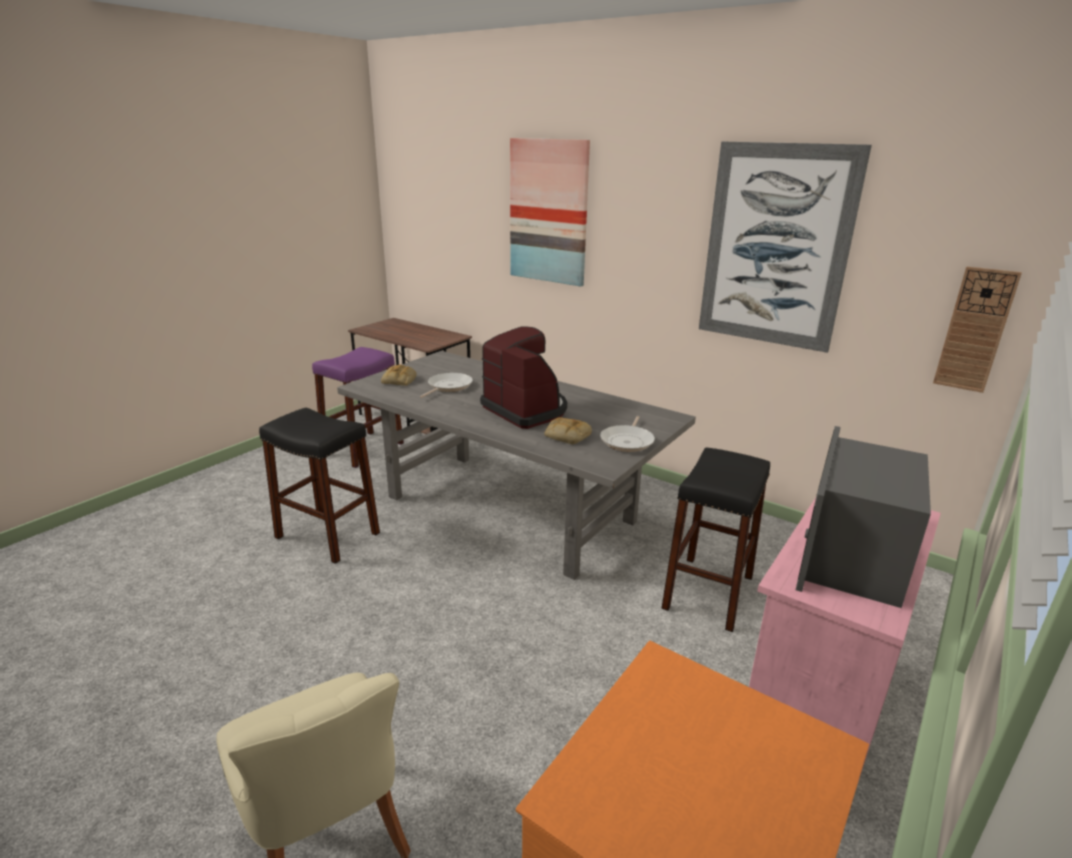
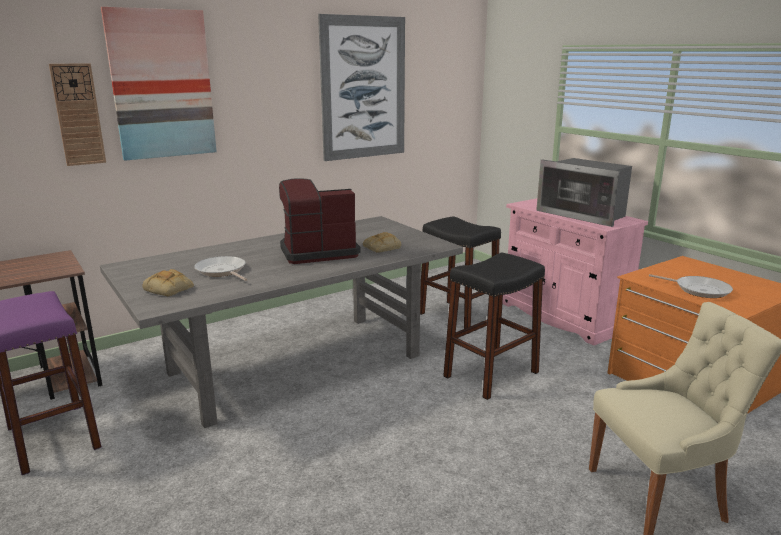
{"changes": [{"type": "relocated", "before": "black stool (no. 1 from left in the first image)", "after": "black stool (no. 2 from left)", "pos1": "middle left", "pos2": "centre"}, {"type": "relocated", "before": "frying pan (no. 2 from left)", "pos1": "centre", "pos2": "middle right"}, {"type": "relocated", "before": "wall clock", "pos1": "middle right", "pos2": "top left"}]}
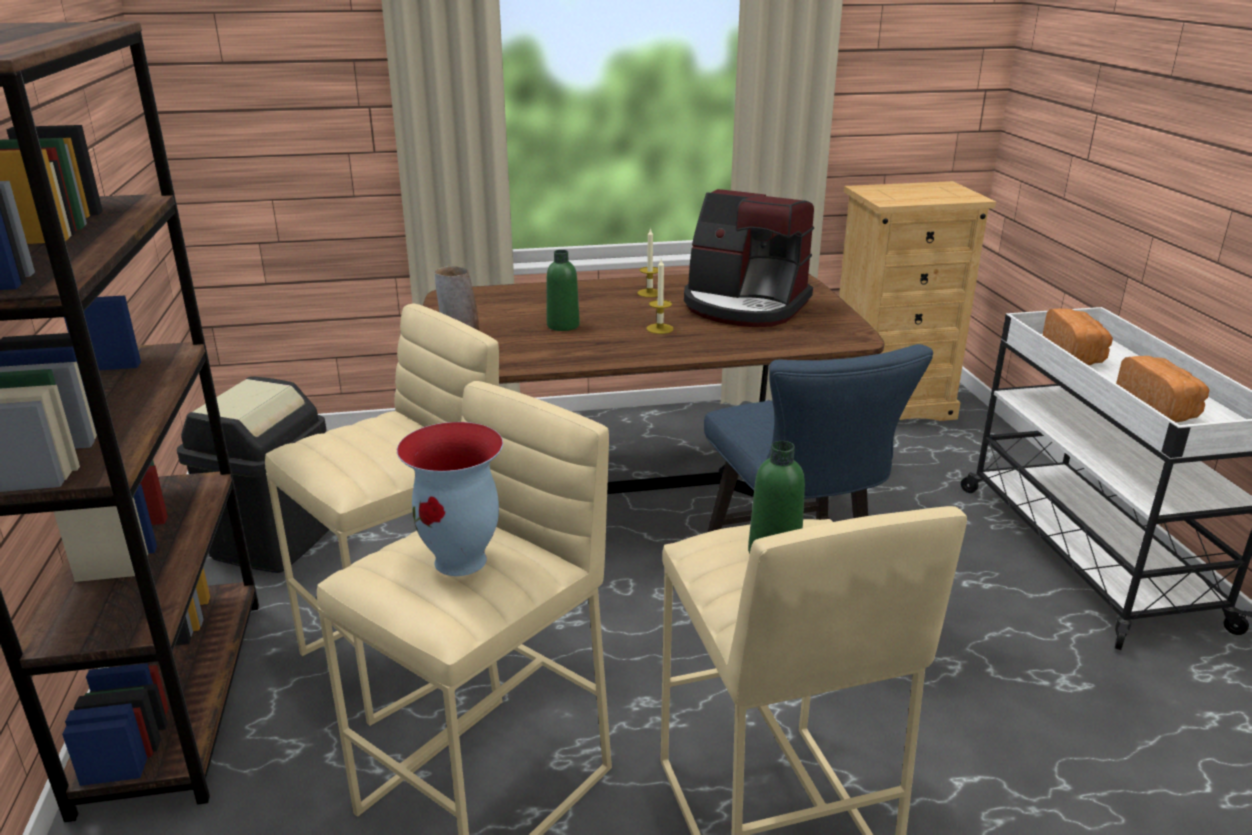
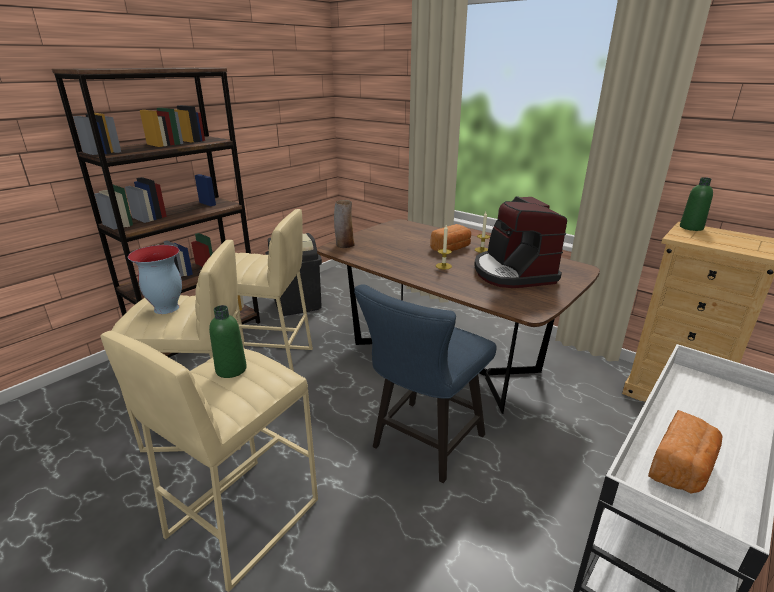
{"changes": [{"type": "relocated", "before": "green bottle (no. 1 from left in the first image)", "after": "green bottle (no. 2 from left)", "pos1": "centre", "pos2": "middle right"}, {"type": "relocated", "before": "bread (no. 1 from left)", "pos1": "middle right", "pos2": "centre"}]}
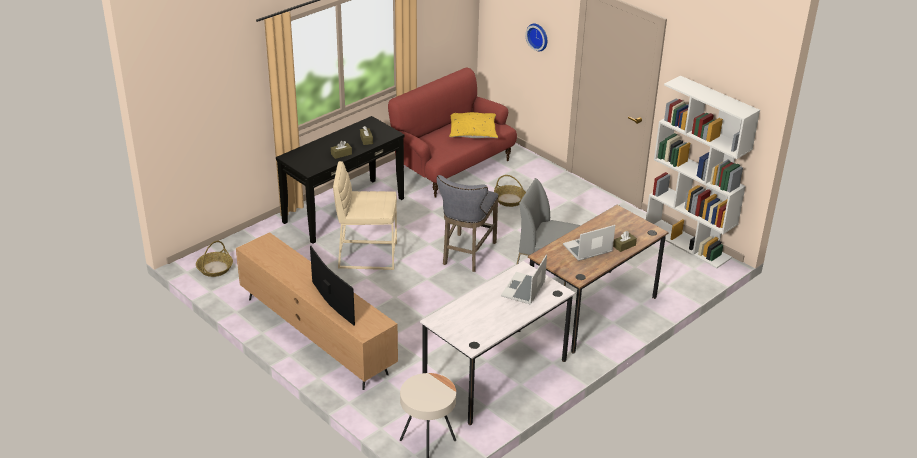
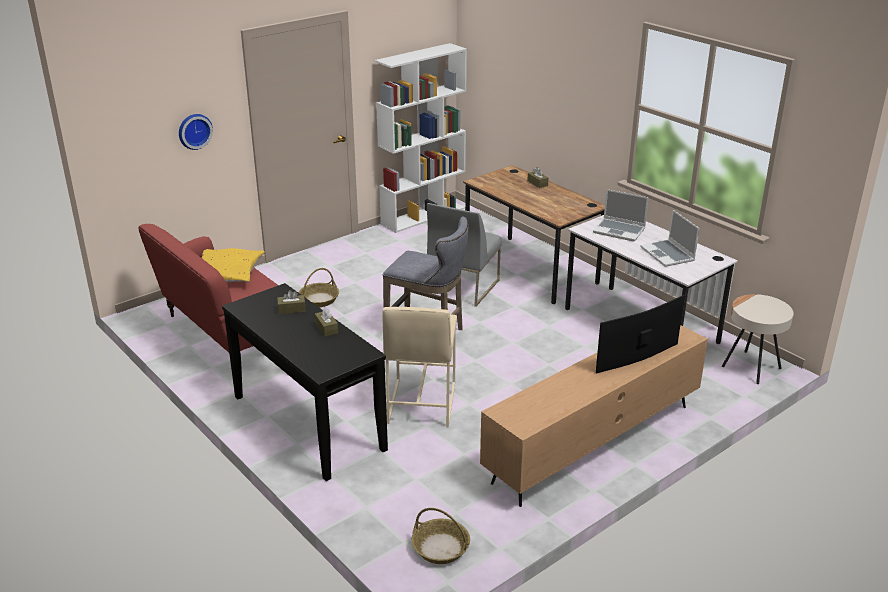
{"changes": [{"type": "relocated", "before": "laptop (no. 2 from left)", "pos1": "centre", "pos2": "middle right"}]}
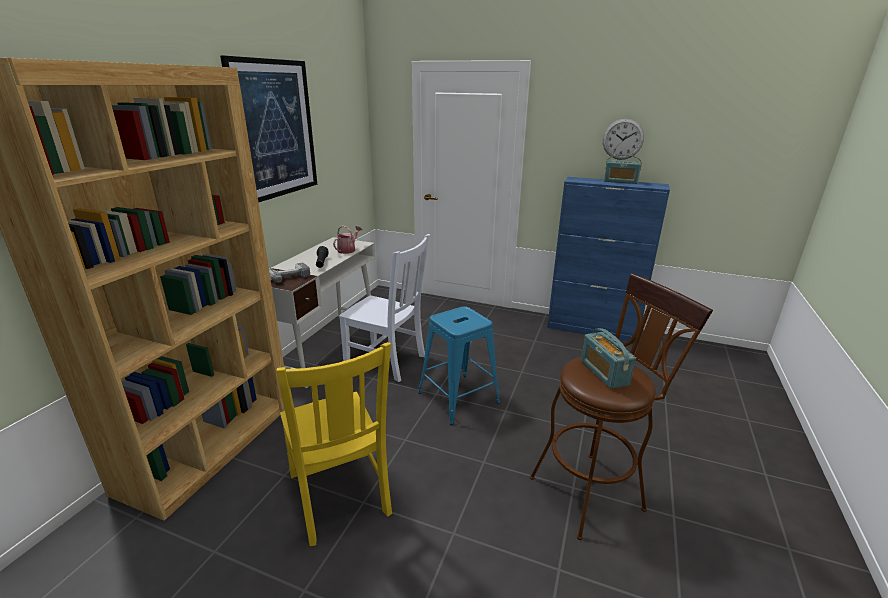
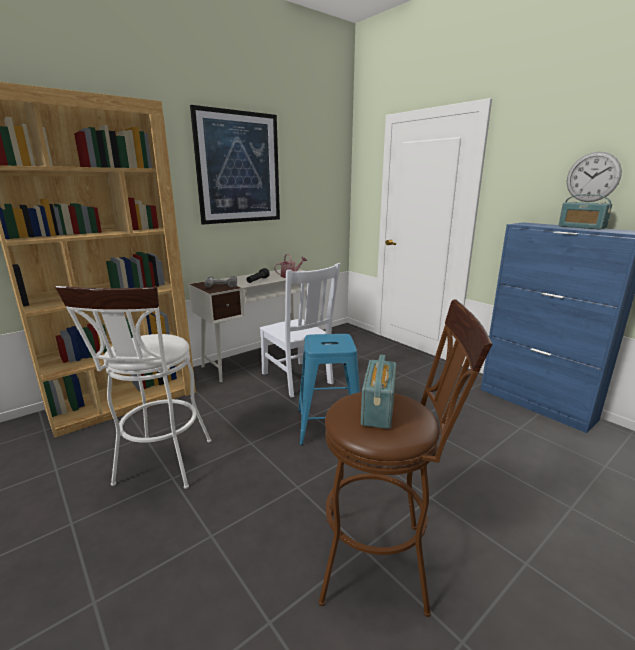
{"changes": [{"type": "exchanged", "before": "yellow chair", "after": "white stool", "pos1": "bottom centre", "pos2": "middle left"}]}
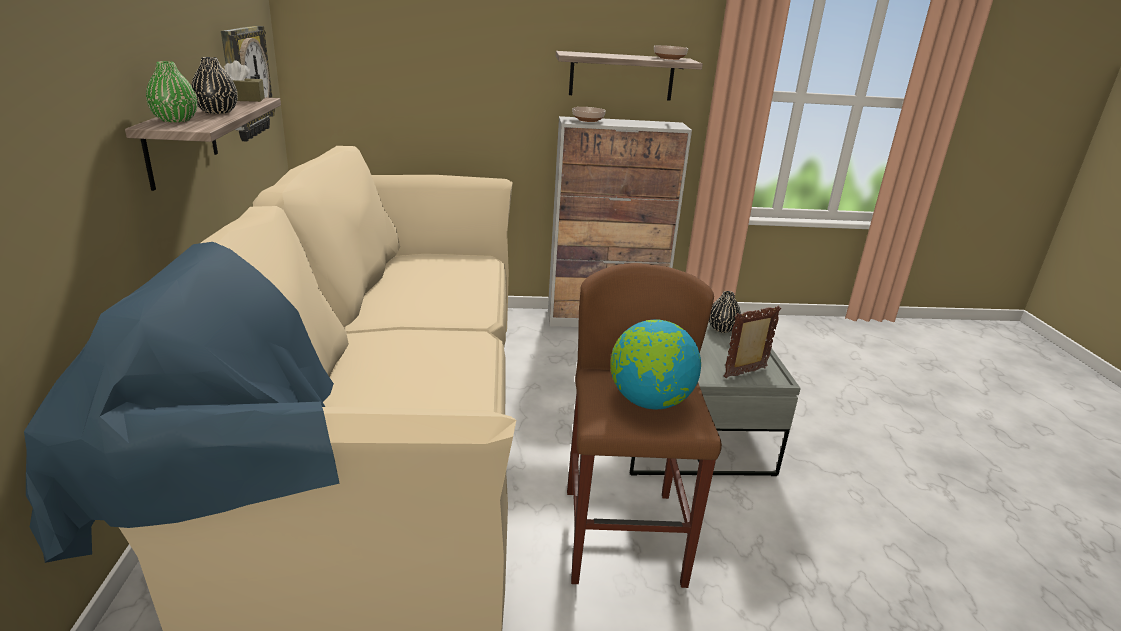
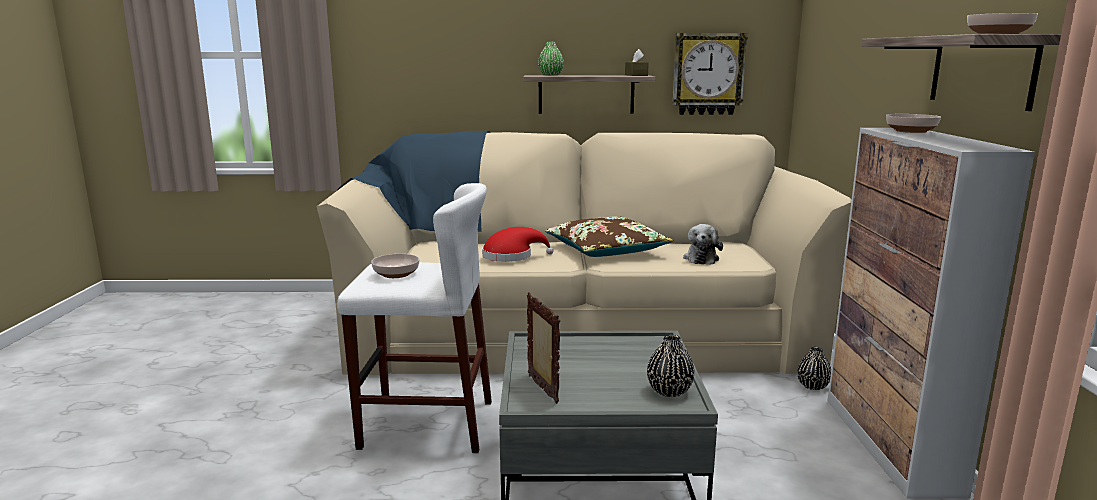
{"changes": [{"type": "relocated", "before": "black vase (no. 1 from left in the first image)", "after": "black vase (no. 2 from left)", "pos1": "top left", "pos2": "bottom right"}, {"type": "colour", "before": "brown stool", "after": "white stool", "pos1": "bottom centre", "pos2": "centre"}, {"type": "exchanged", "before": "globe", "after": "bowl (no. 1 from left)", "pos1": "centre", "pos2": "centre"}, {"type": "appeared", "after": "red hat", "pos2": "centre"}, {"type": "appeared", "after": "brown pillow", "pos2": "centre"}, {"type": "appeared", "after": "plush toy", "pos2": "centre"}]}
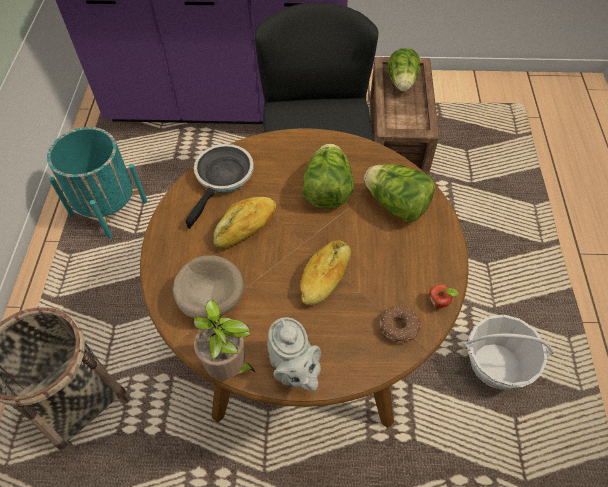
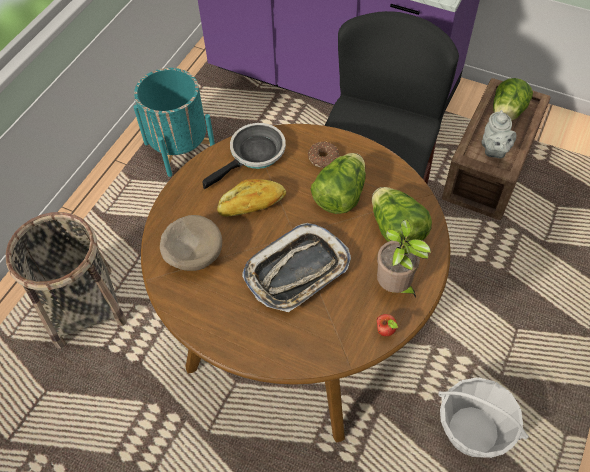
{"changes": [{"type": "relocated", "before": "potted plant", "pos1": "bottom centre", "pos2": "middle right"}, {"type": "relocated", "before": "grey teapot", "pos1": "bottom centre", "pos2": "top right"}, {"type": "exchanged", "before": "bread (no. 2 from left)", "after": "tray", "pos1": "centre", "pos2": "centre"}, {"type": "relocated", "before": "donut", "pos1": "centre", "pos2": "top centre"}]}
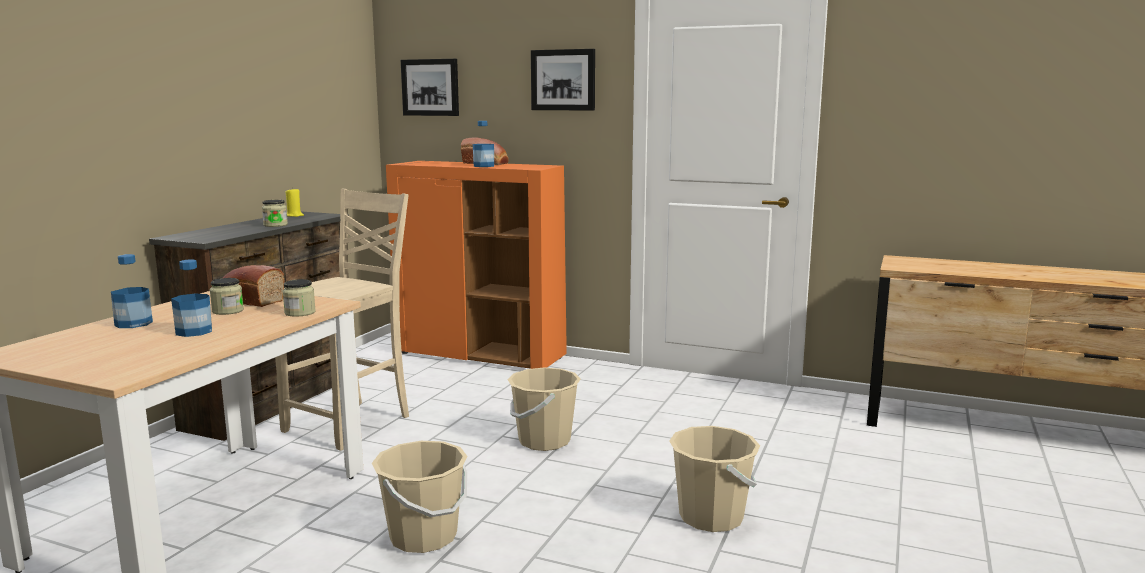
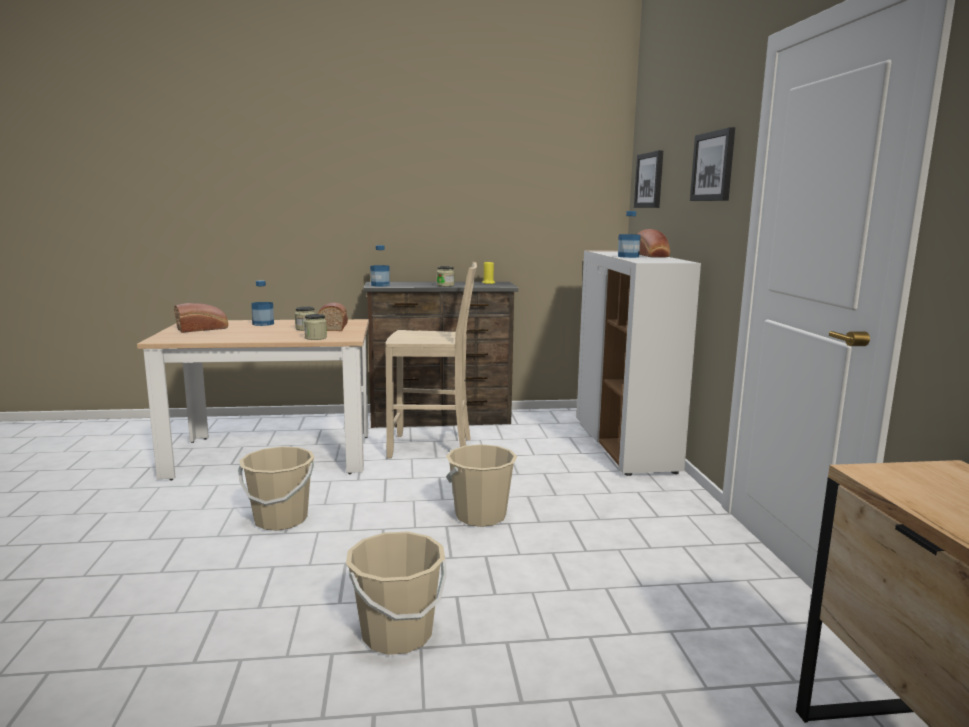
{"changes": [{"type": "relocated", "before": "bottle (no. 2 from left)", "pos1": "middle left", "pos2": "centre"}, {"type": "colour", "before": "orange cabinet", "after": "white cabinet", "pos1": "centre", "pos2": "centre"}, {"type": "appeared", "after": "bread (no. 1 from left)", "pos2": "middle left"}]}
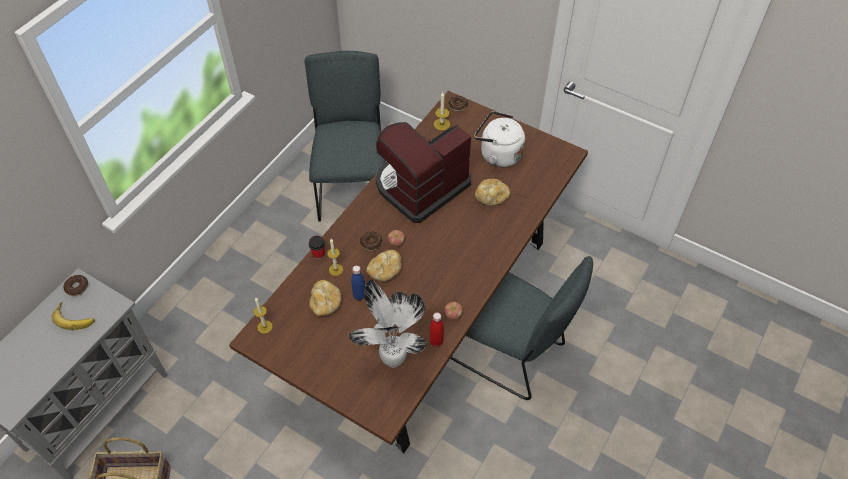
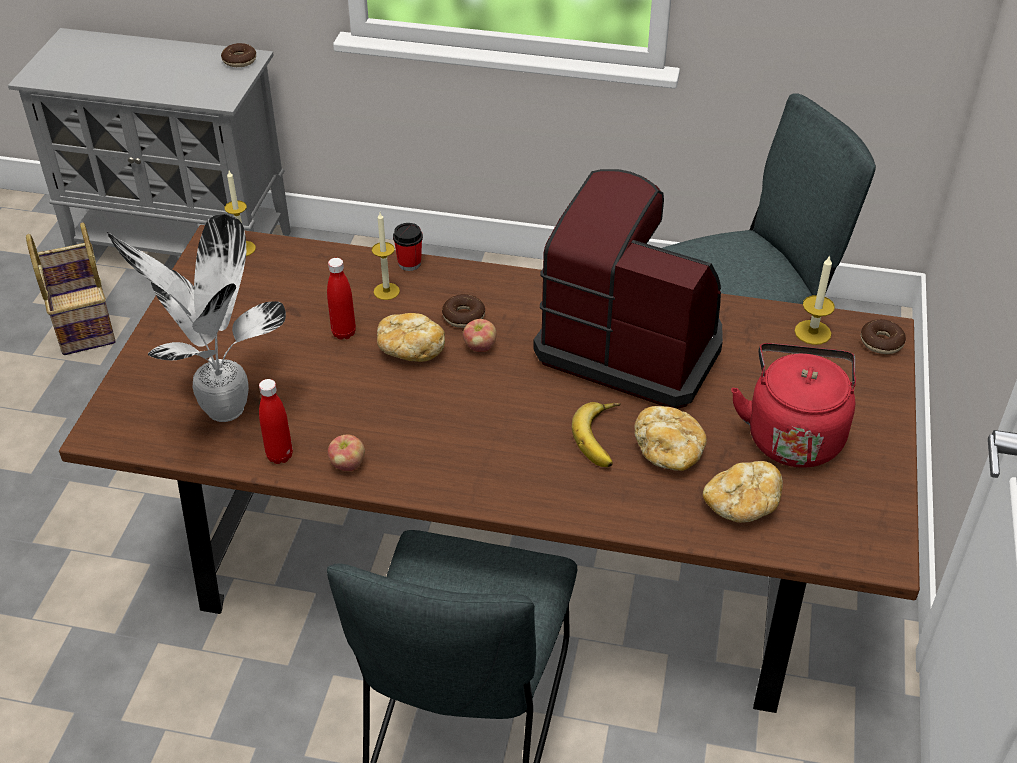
{"changes": [{"type": "relocated", "before": "banana", "pos1": "middle left", "pos2": "centre"}, {"type": "relocated", "before": "bread (no. 1 from left in the first image)", "after": "bread (no. 3 from left)", "pos1": "centre", "pos2": "middle right"}, {"type": "colour", "before": "blue bottle", "after": "red bottle (no. 2 from left)", "pos1": "centre", "pos2": "centre"}, {"type": "colour", "before": "white kettle", "after": "red kettle", "pos1": "top centre", "pos2": "middle right"}]}
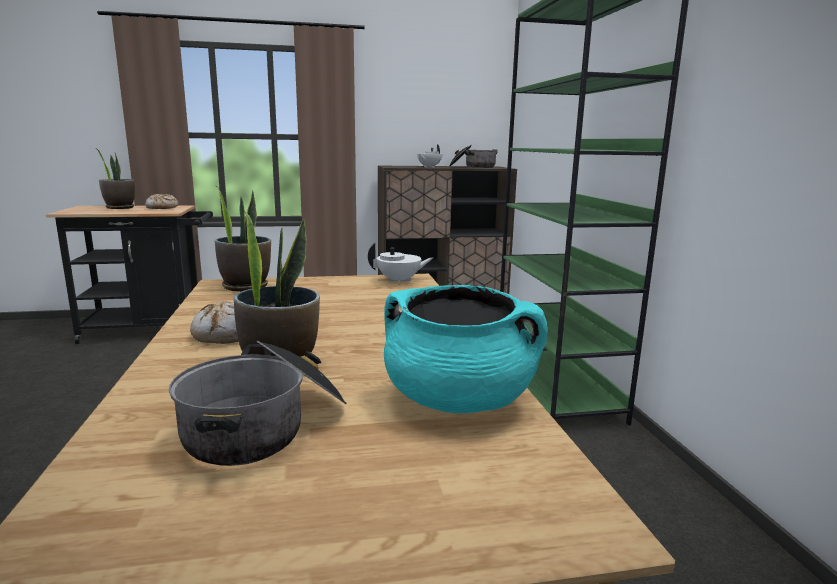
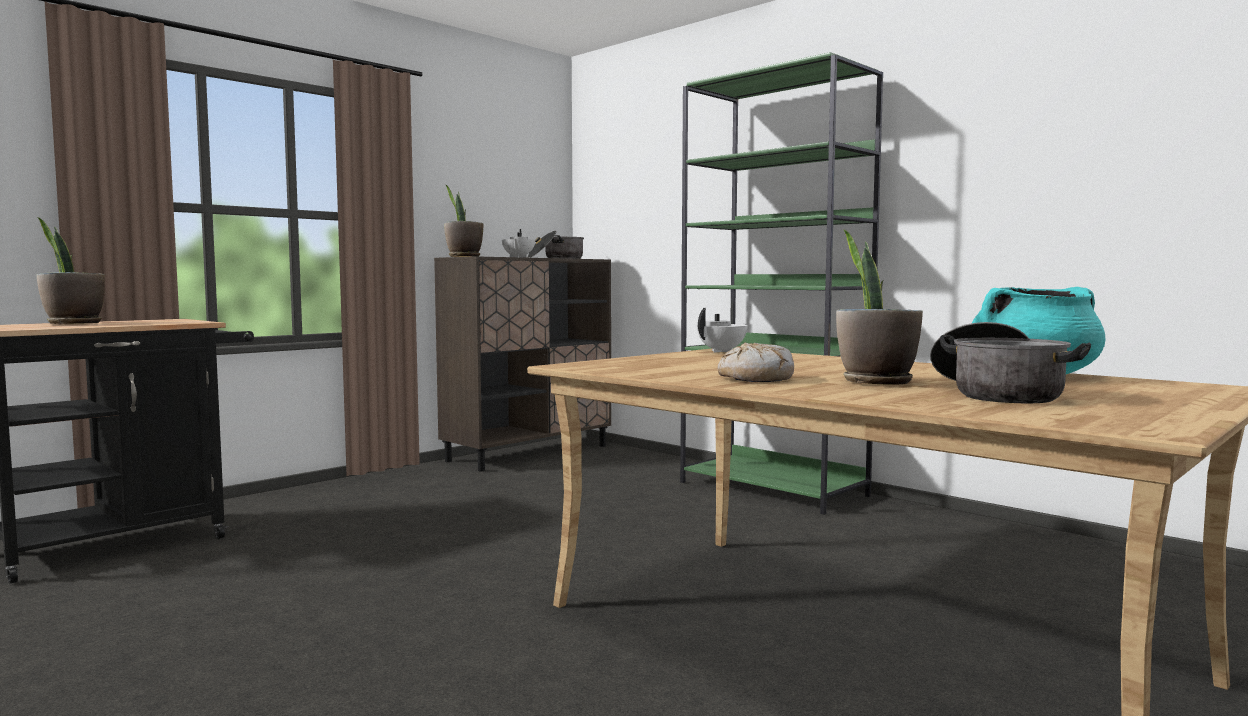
{"changes": [{"type": "missing", "before": "bread (no. 1 from left)", "pos1": "middle left"}, {"type": "relocated", "before": "potted plant (no. 2 from left)", "pos1": "middle left", "pos2": "top centre"}]}
